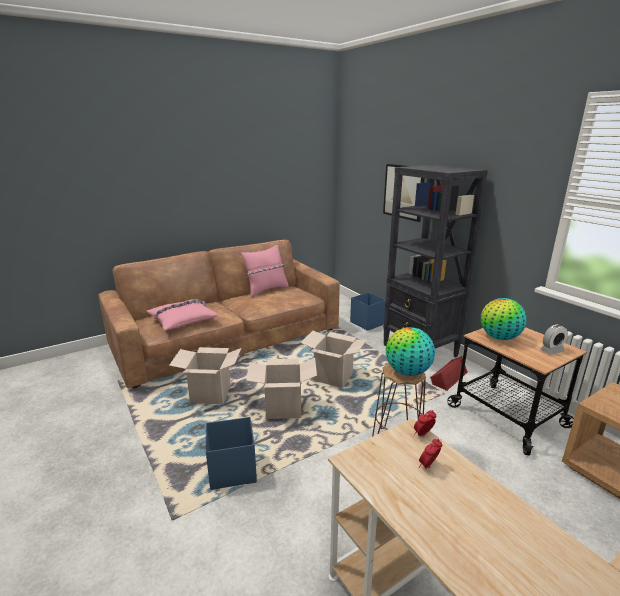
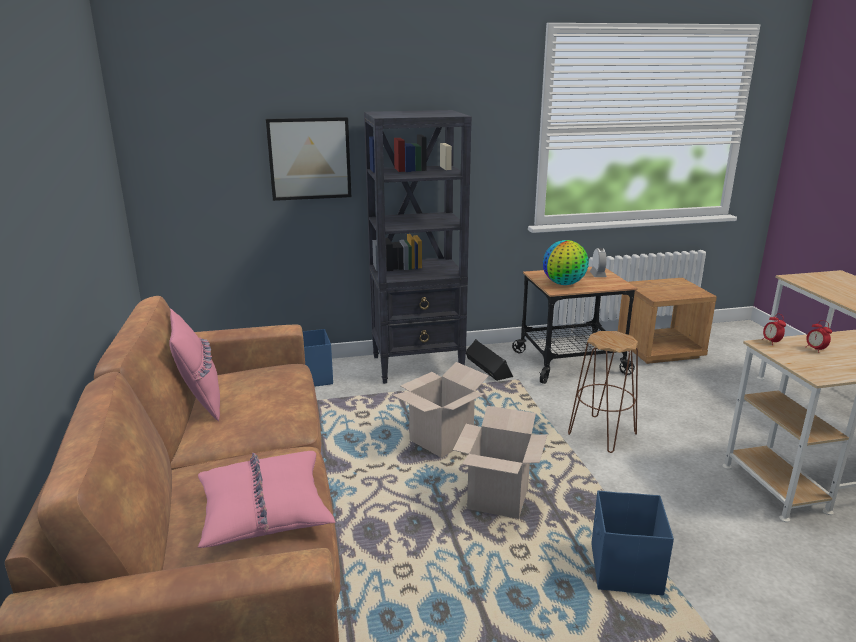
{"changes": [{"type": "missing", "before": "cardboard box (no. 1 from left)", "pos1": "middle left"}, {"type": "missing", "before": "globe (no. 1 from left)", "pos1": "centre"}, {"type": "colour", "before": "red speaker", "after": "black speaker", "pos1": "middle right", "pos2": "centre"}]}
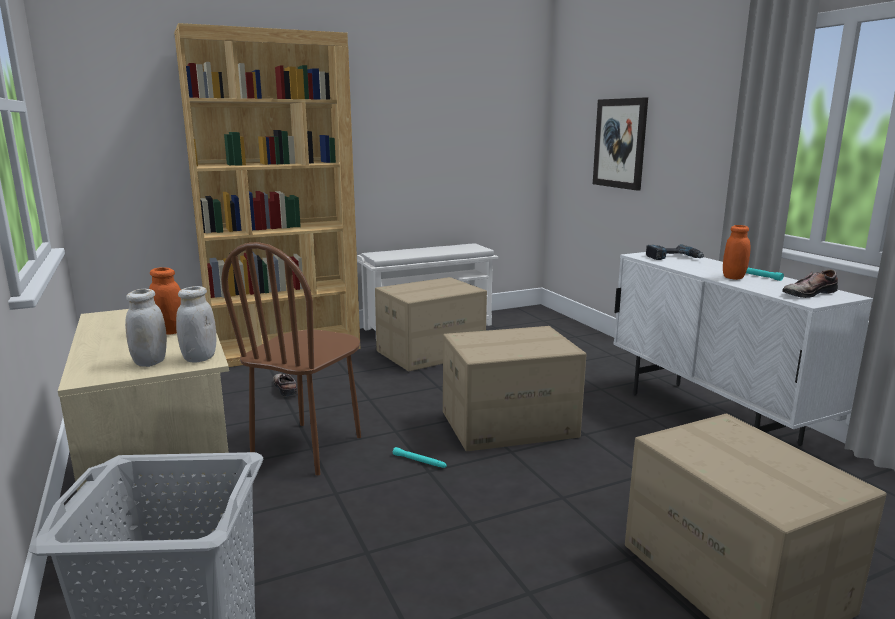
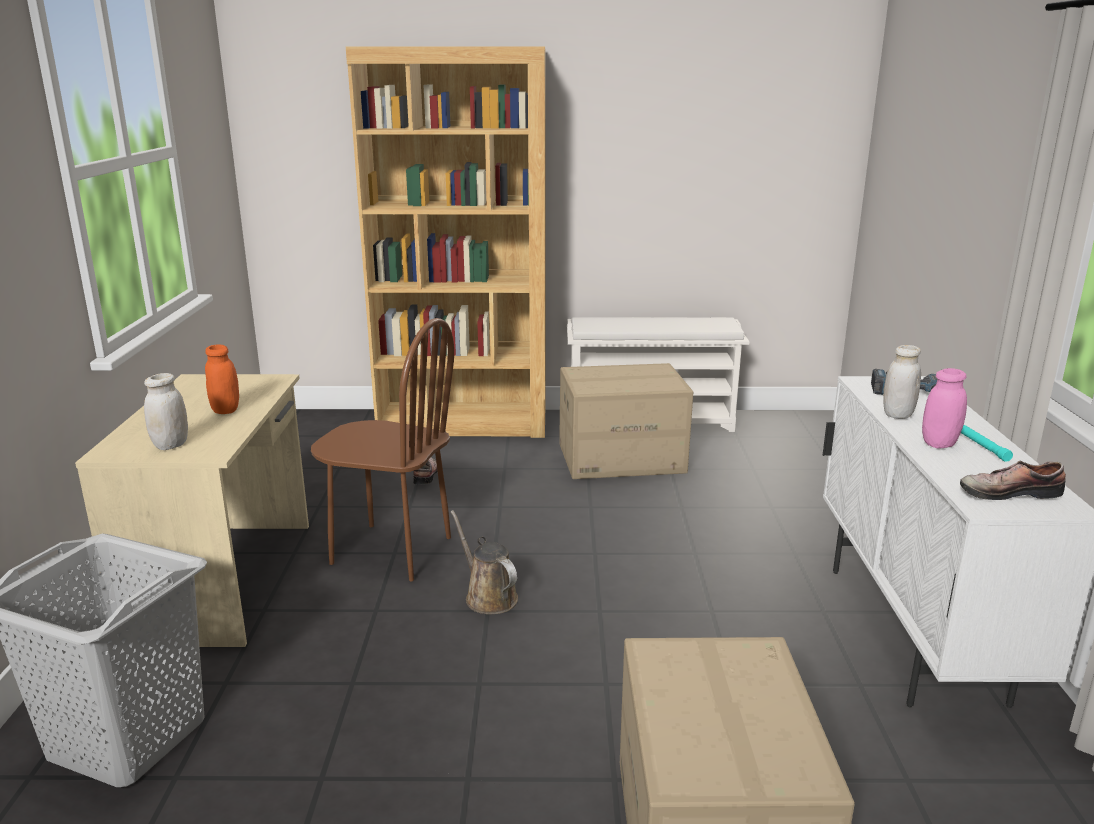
{"changes": [{"type": "relocated", "before": "white jar (no. 2 from left)", "pos1": "middle left", "pos2": "middle right"}, {"type": "spun", "before": "brown chair", "pos1": "middle left", "pos2": "centre", "turn": -120}, {"type": "exchanged", "before": "turquoise flashlight (no. 1 from left)", "after": "brown watering can", "pos1": "bottom centre", "pos2": "bottom centre"}, {"type": "missing", "before": "cardboard box (no. 2 from left)", "pos1": "centre"}, {"type": "missing", "before": "picture", "pos1": "top right"}, {"type": "colour", "before": "orange jar (no. 2 from left)", "after": "pink jar", "pos1": "middle right", "pos2": "middle right"}]}
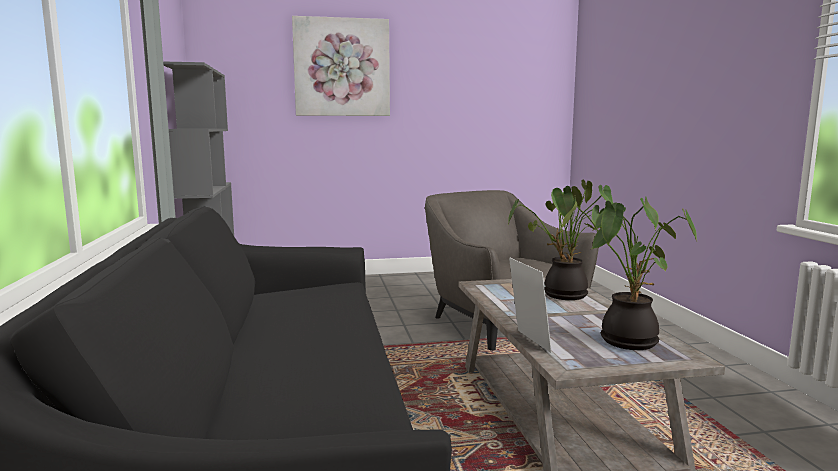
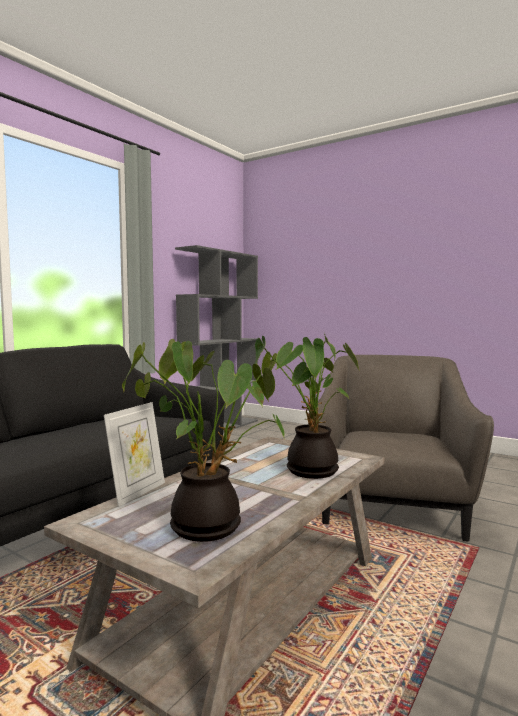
{"changes": [{"type": "missing", "before": "picture", "pos1": "top centre"}]}
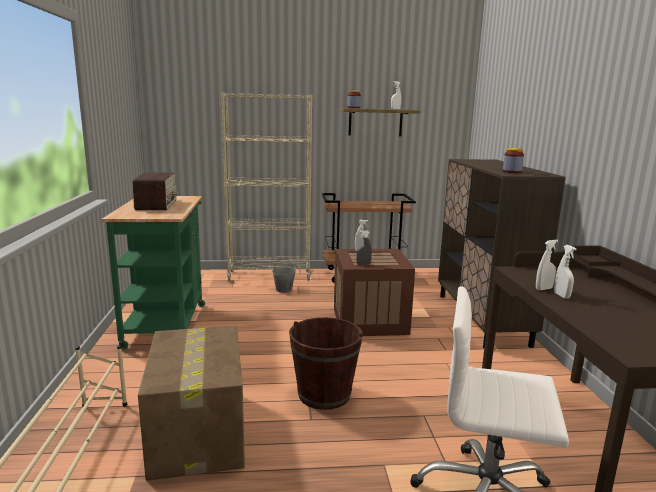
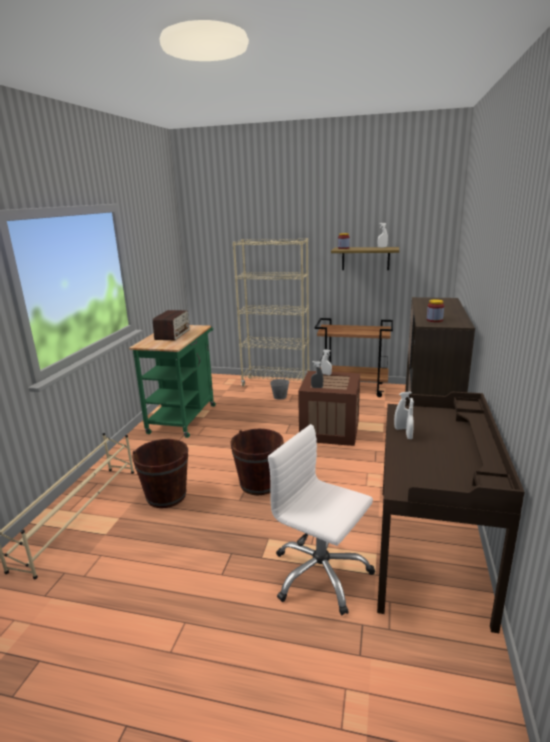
{"changes": [{"type": "exchanged", "before": "cardboard box", "after": "brown bucket (no. 1 from left)", "pos1": "bottom left", "pos2": "middle left"}]}
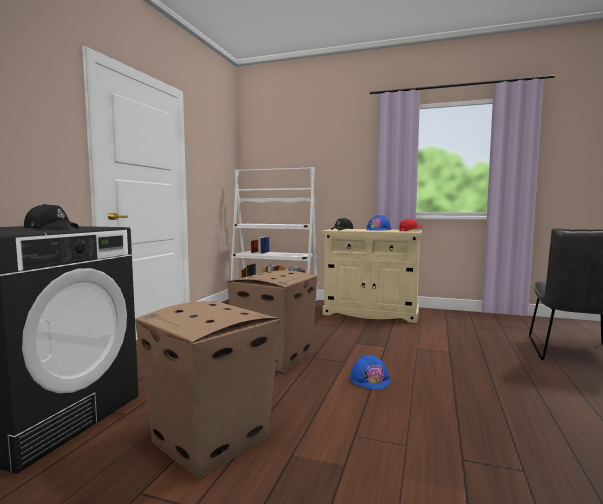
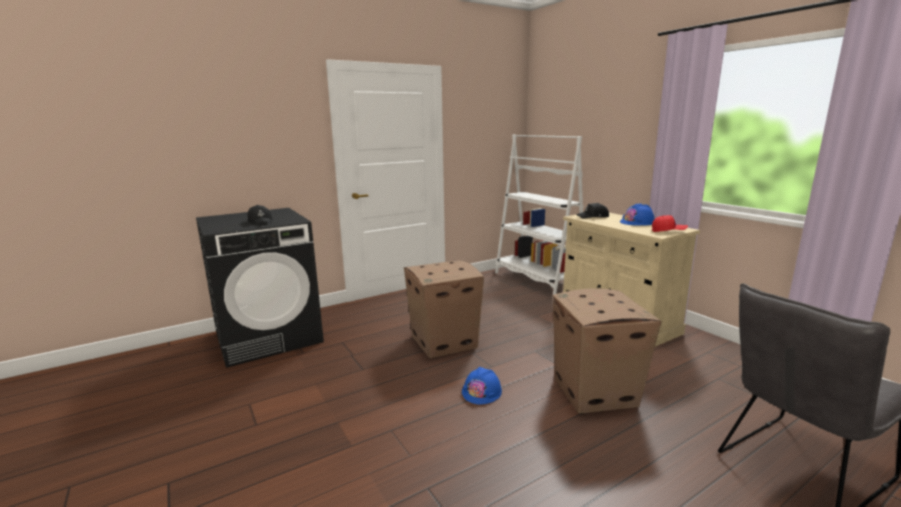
{"changes": [{"type": "relocated", "before": "cardboard box (no. 1 from left in the first image)", "after": "cardboard box (no. 2 from left)", "pos1": "bottom centre", "pos2": "bottom right"}]}
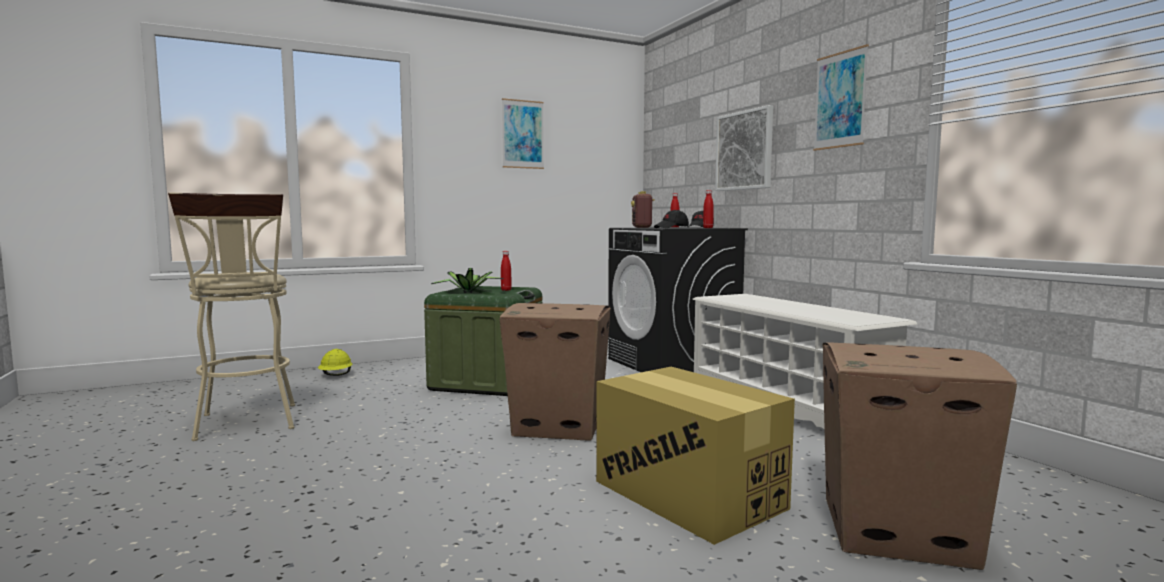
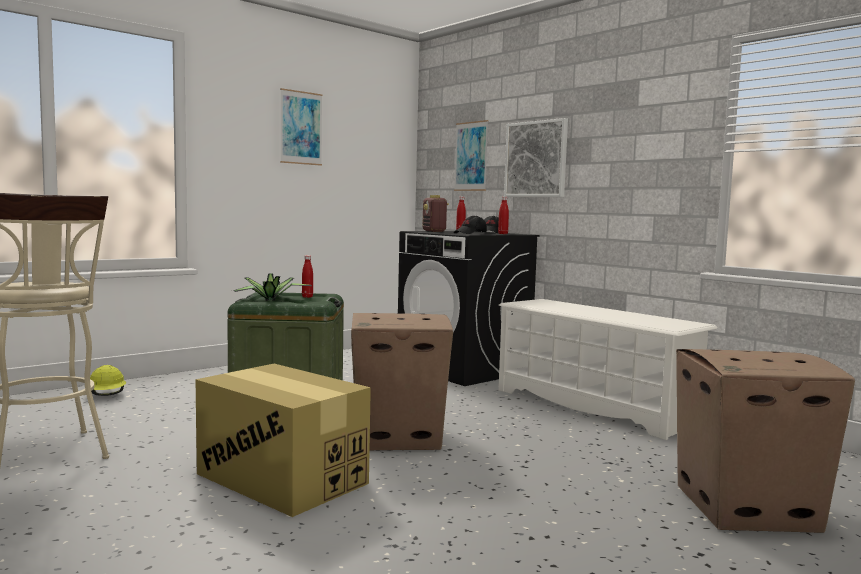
{"changes": [{"type": "relocated", "before": "cardboard box (no. 2 from left in the first image)", "after": "cardboard box (no. 1 from left)", "pos1": "bottom centre", "pos2": "bottom left"}, {"type": "relocated", "before": "picture (no. 3 from left in the first image)", "after": "picture (no. 2 from left)", "pos1": "top right", "pos2": "top centre"}]}
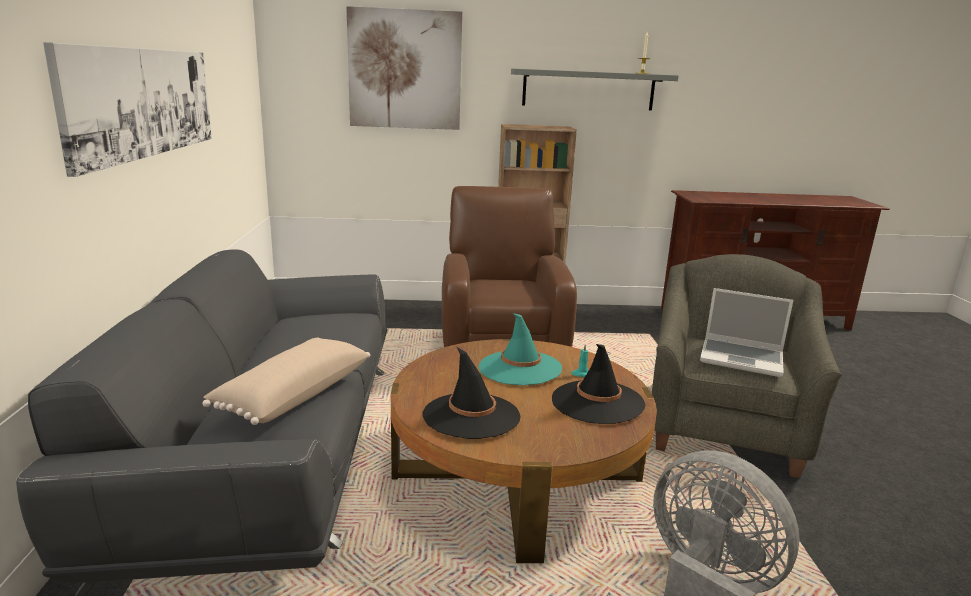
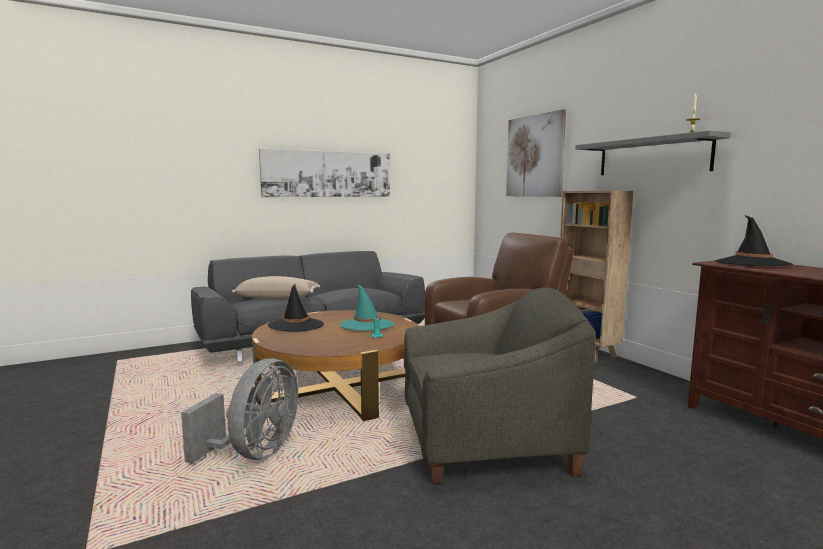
{"changes": [{"type": "relocated", "before": "black hat (no. 2 from left)", "pos1": "centre", "pos2": "middle right"}, {"type": "missing", "before": "laptop", "pos1": "middle right"}]}
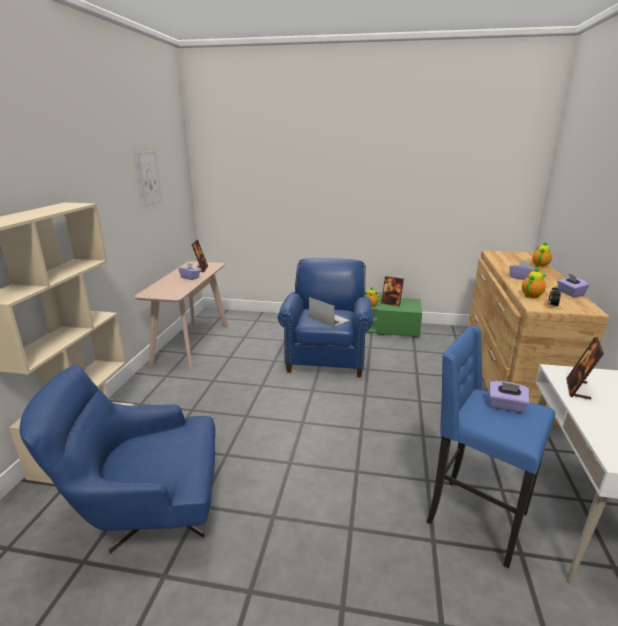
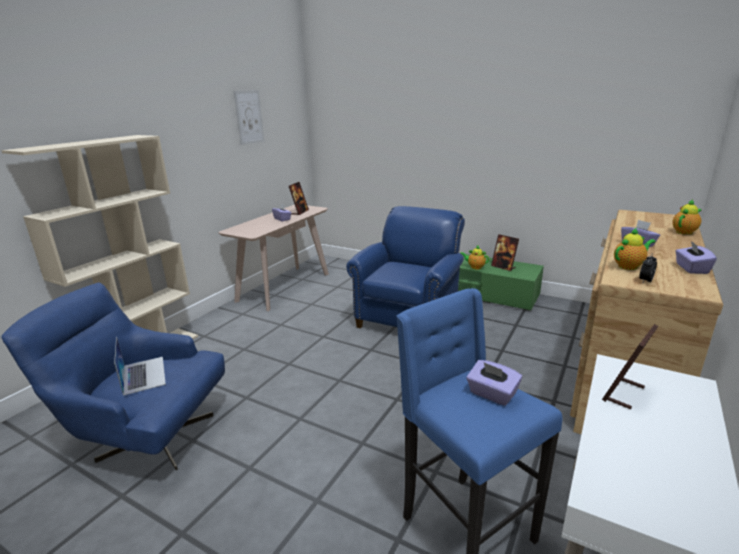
{"changes": [{"type": "relocated", "before": "laptop", "pos1": "centre", "pos2": "middle left"}]}
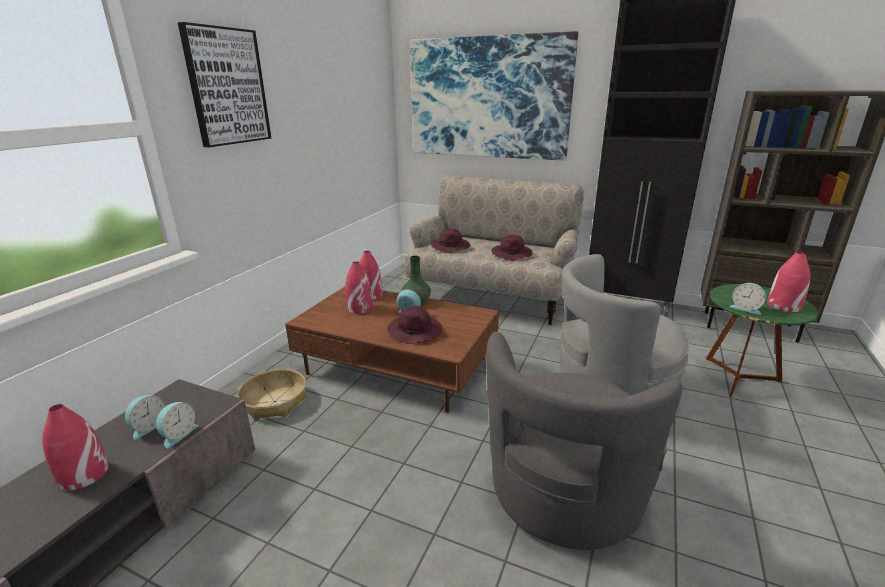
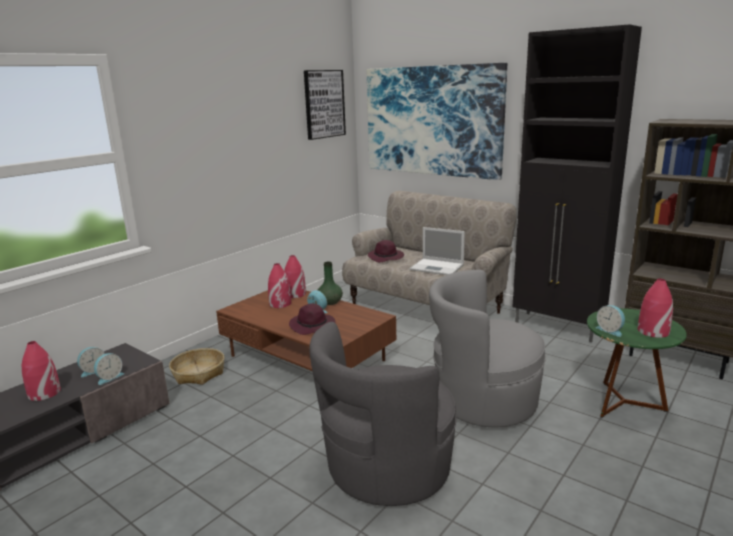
{"changes": [{"type": "relocated", "before": "picture (no. 1 from left)", "pos1": "top left", "pos2": "top centre"}, {"type": "exchanged", "before": "purple hat (no. 3 from left)", "after": "laptop", "pos1": "centre", "pos2": "centre"}]}
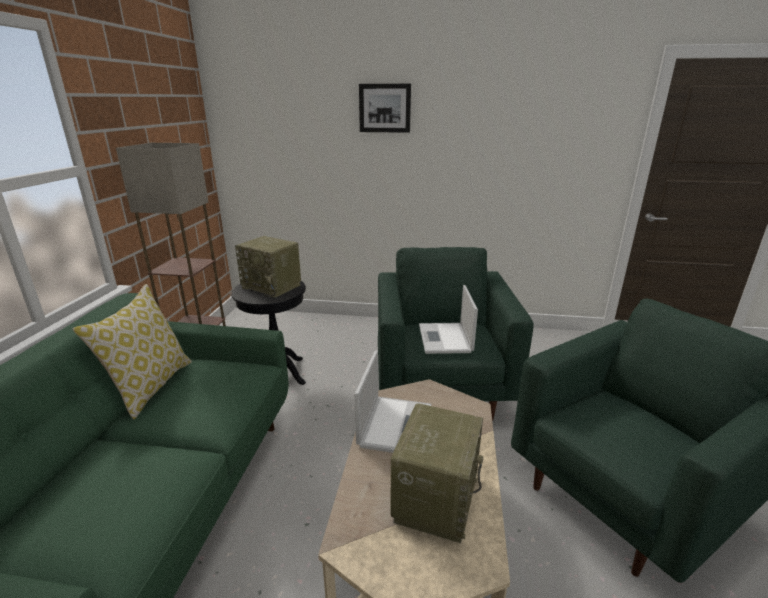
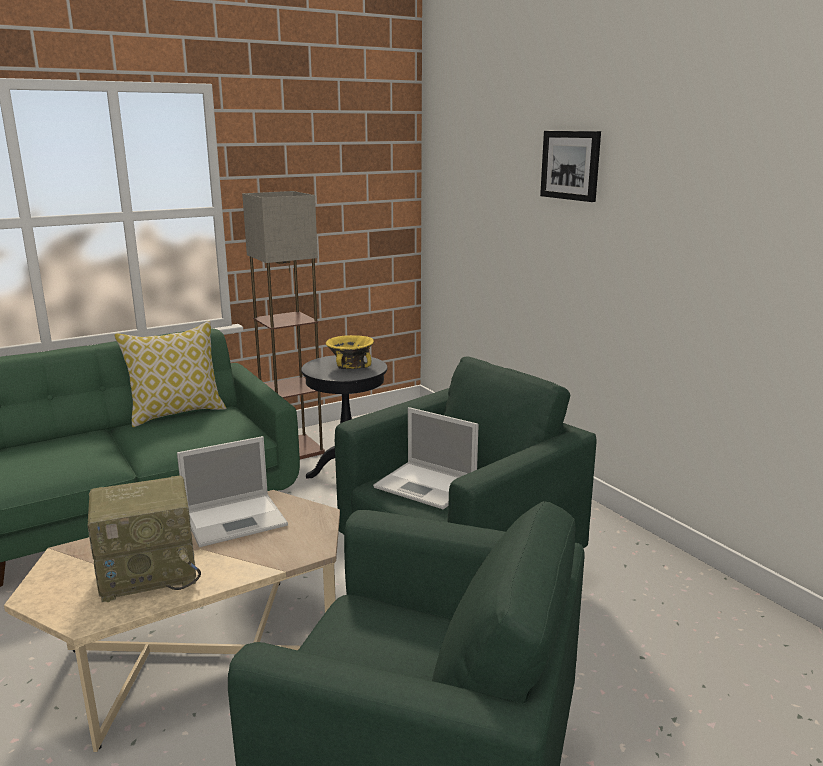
{"changes": [{"type": "exchanged", "before": "radio (no. 1 from left)", "after": "yellow bowl", "pos1": "centre", "pos2": "centre"}, {"type": "spun", "before": "laptop (no. 2 from left)", "pos1": "centre", "pos2": "centre", "turn": -105}]}
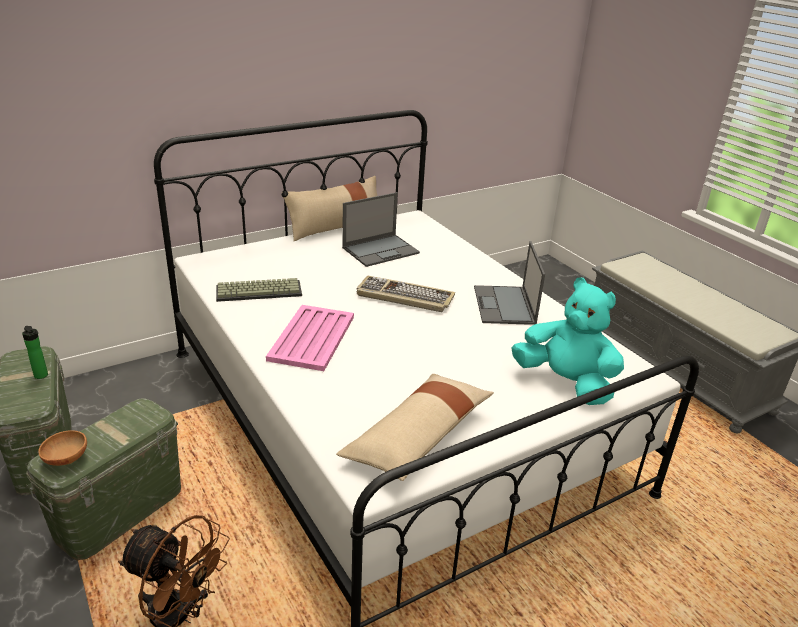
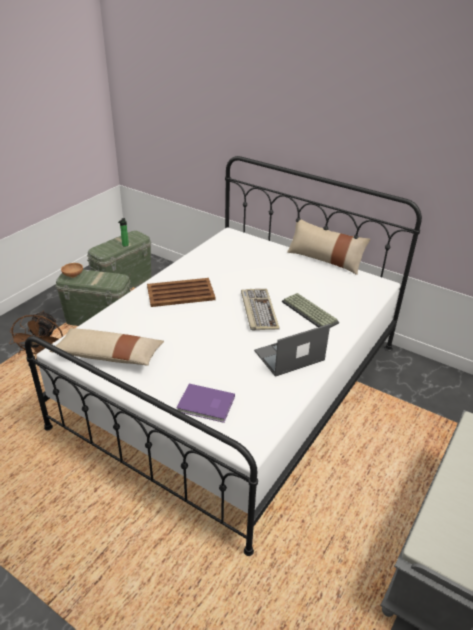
{"changes": [{"type": "relocated", "before": "keyboard (no. 1 from left in the first image)", "after": "keyboard (no. 2 from left)", "pos1": "middle left", "pos2": "centre"}, {"type": "colour", "before": "pink tray", "after": "brown tray", "pos1": "centre", "pos2": "centre"}, {"type": "missing", "before": "laptop (no. 1 from left)", "pos1": "centre"}, {"type": "exchanged", "before": "turquoise plush toy", "after": "purple book", "pos1": "middle right", "pos2": "centre"}]}
